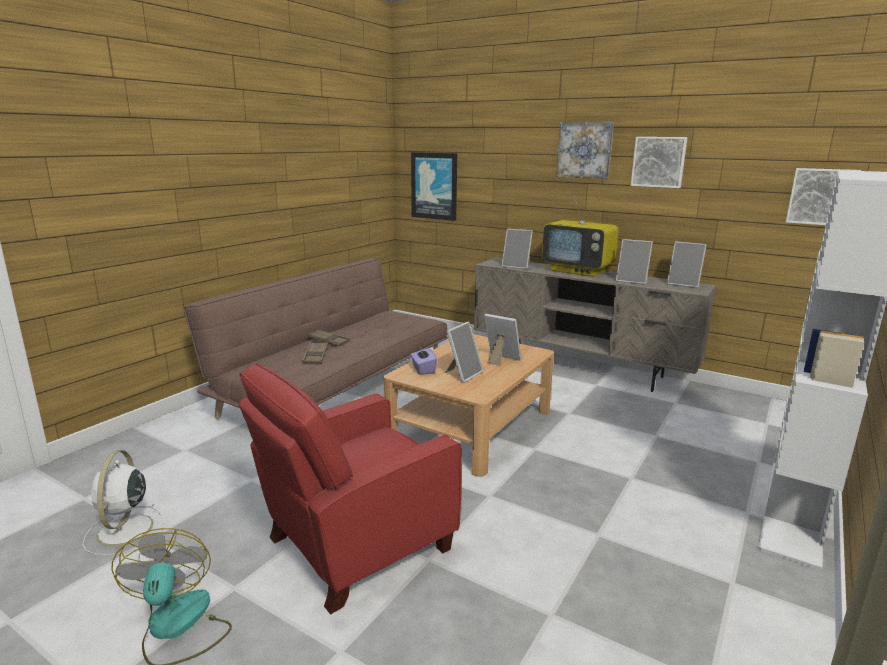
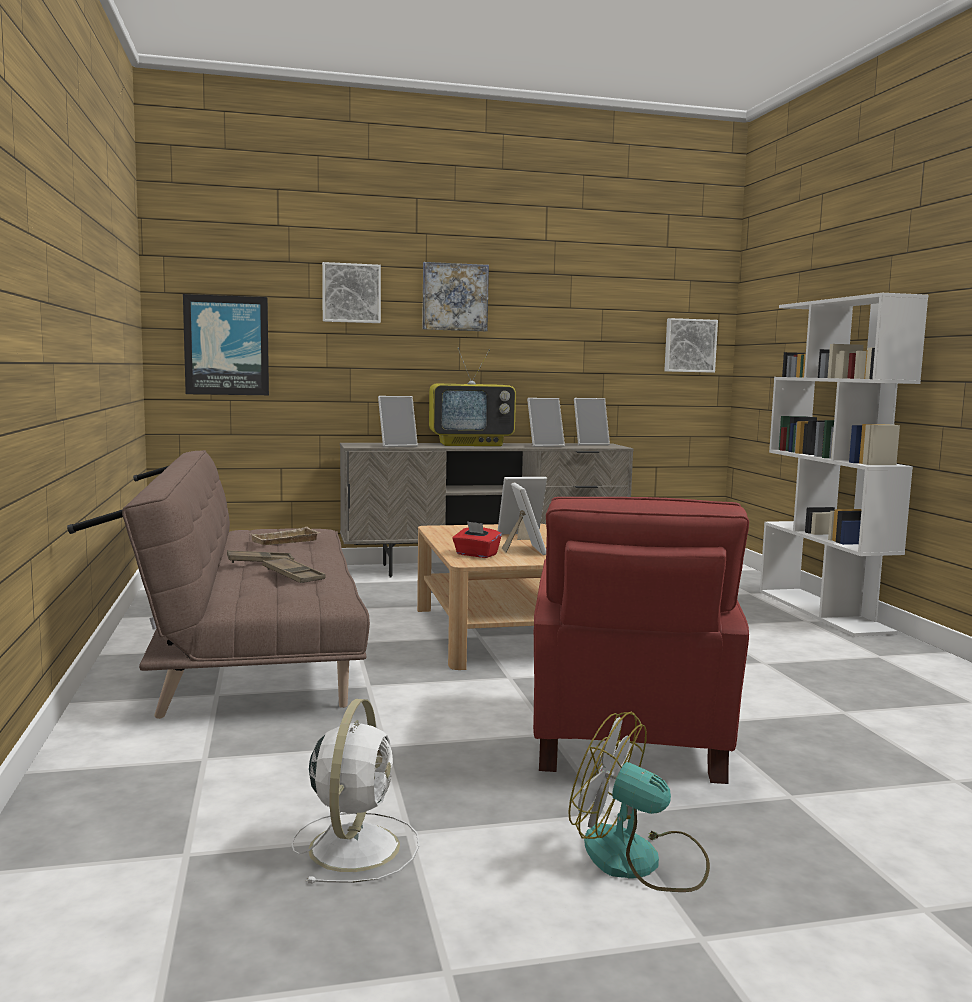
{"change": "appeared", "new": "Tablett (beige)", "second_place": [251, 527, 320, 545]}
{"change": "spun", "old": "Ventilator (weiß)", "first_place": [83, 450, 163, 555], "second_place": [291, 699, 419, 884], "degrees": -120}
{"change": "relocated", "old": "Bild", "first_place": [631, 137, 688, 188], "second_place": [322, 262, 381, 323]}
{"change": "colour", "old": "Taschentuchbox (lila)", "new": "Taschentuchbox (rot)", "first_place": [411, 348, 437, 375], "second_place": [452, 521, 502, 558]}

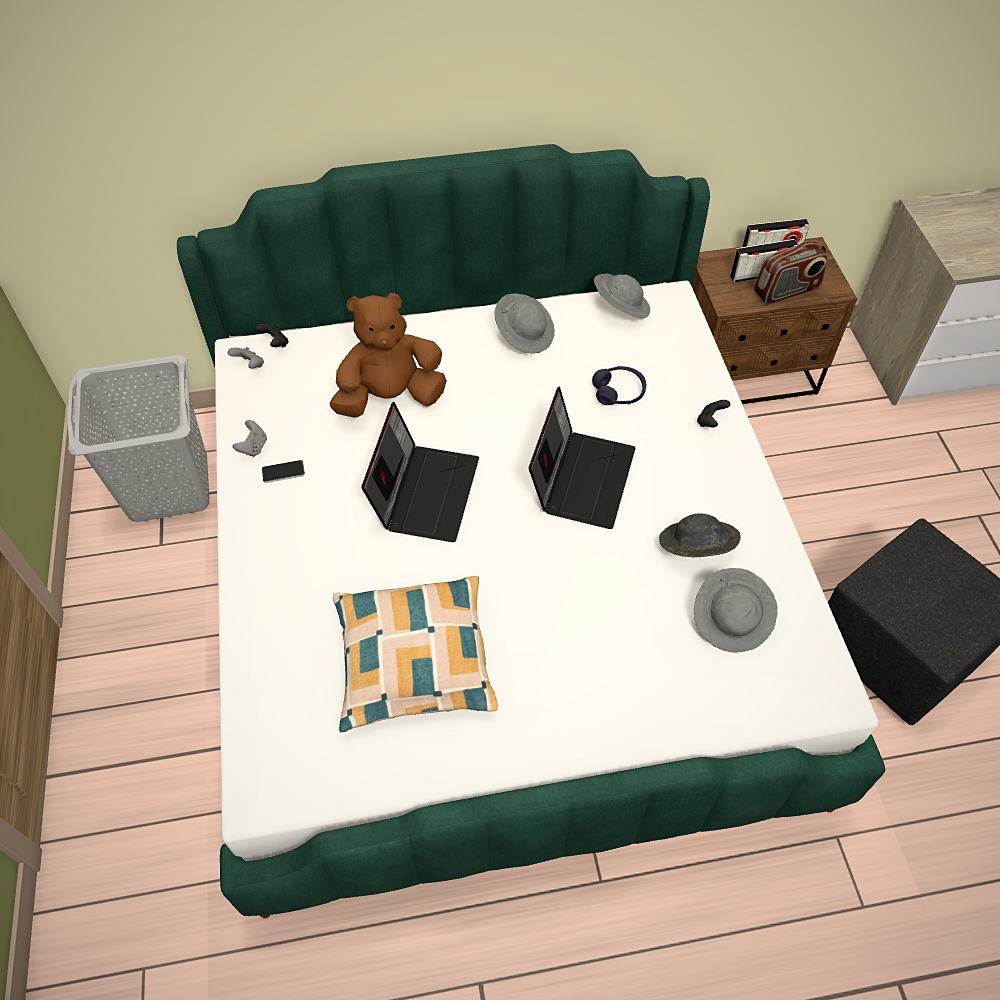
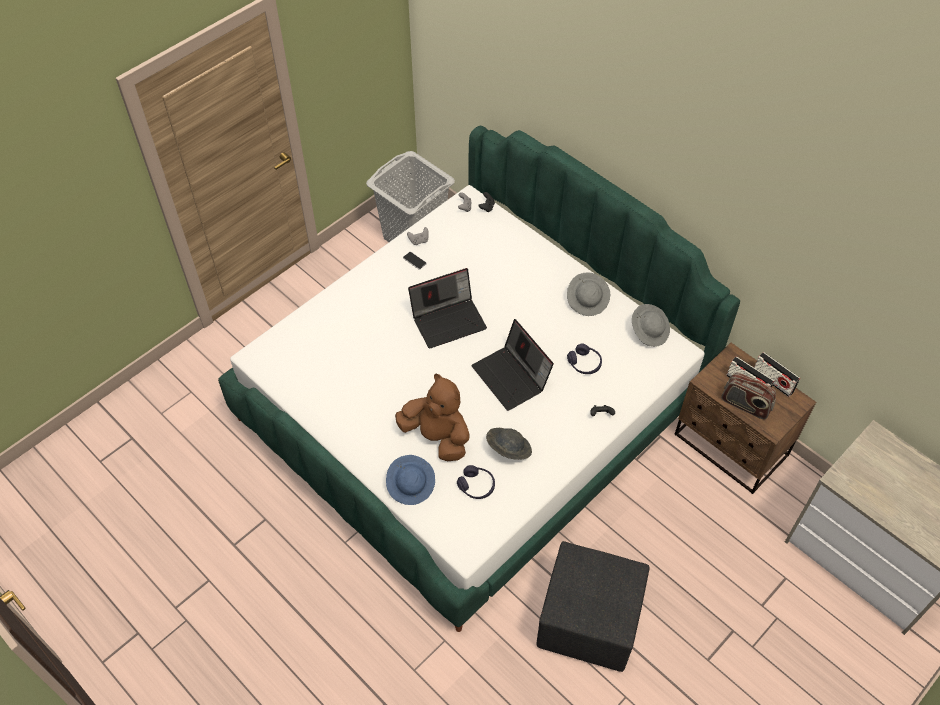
{"change": "appeared", "new": "Hut (blau)", "second_place": [386, 455, 435, 505]}
{"change": "relocated", "old": "Plüschtier (braun)", "first_place": [330, 293, 447, 418], "second_place": [395, 373, 470, 461]}
{"change": "exchanged", "old": "Hut (grau)", "new": "Kopfhörer (lila)", "first_place": [694, 568, 778, 653], "second_place": [457, 465, 495, 499]}
{"change": "spun", "old": "Laptop", "first_place": [529, 386, 635, 529], "second_place": [471, 319, 554, 411], "degrees": 75}
{"change": "missing", "old": "Kissen", "first_place": [333, 576, 498, 733]}

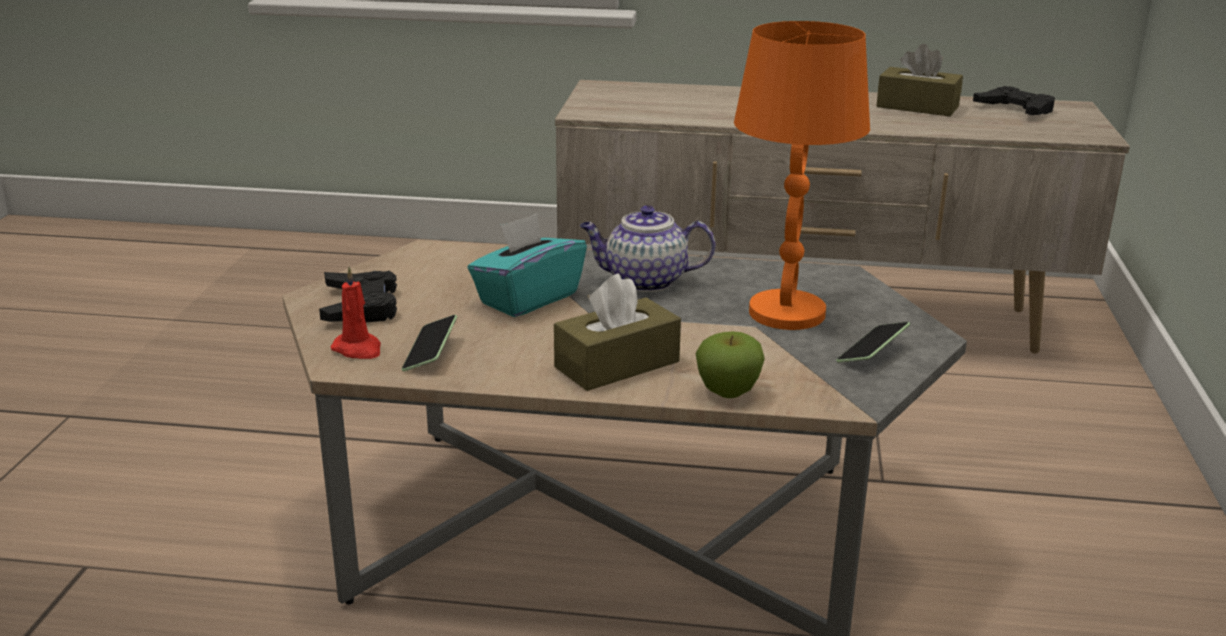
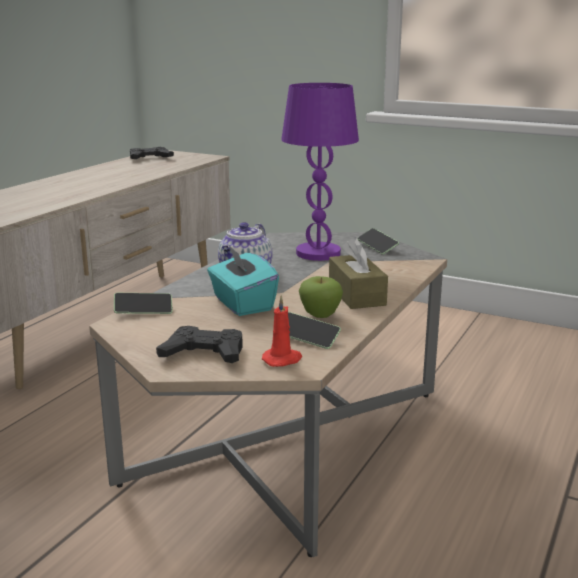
{"change": "appeared", "new": "Handy", "second_place": [114, 293, 173, 314]}
{"change": "colour", "old": "Tischlampe (orange)", "new": "Tischlampe (lila)", "first_place": [734, 21, 870, 330], "second_place": [281, 83, 359, 261]}
{"change": "relocated", "old": "Apfel", "first_place": [696, 331, 765, 398], "second_place": [299, 276, 343, 318]}
{"change": "missing", "old": "Taschentuchbox (braun)", "first_place": [876, 44, 963, 116]}

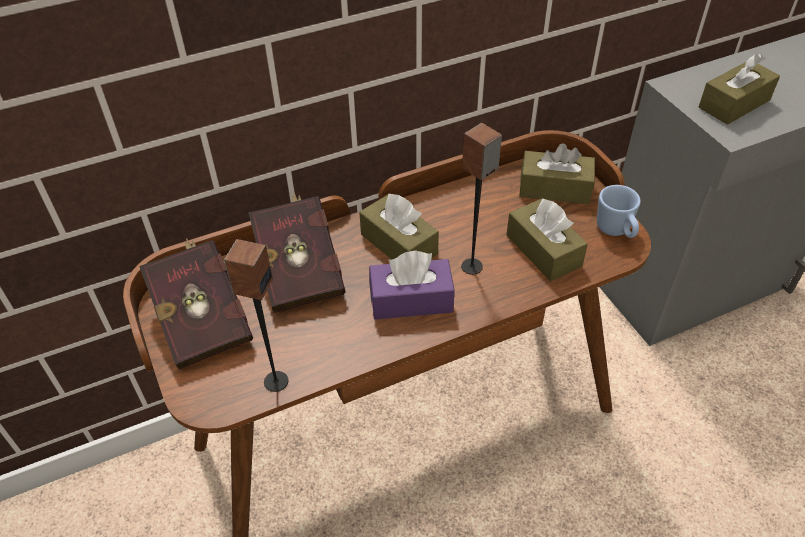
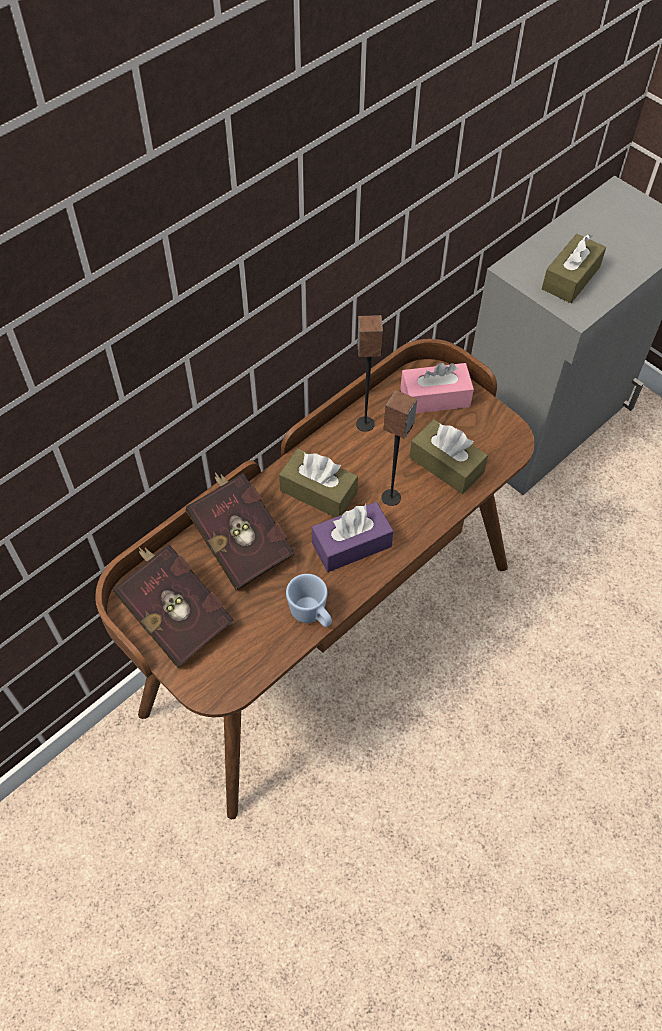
{"change": "relocated", "old": "Henkelbecher (blau)", "first_place": [597, 185, 641, 238], "second_place": [286, 574, 332, 627]}
{"change": "relocated", "old": "Lautsprecher", "first_place": [224, 239, 288, 392], "second_place": [356, 315, 383, 432]}
{"change": "colour", "old": "Taschentuchbox (braun)", "new": "Taschentuchbox (rosa)", "first_place": [519, 143, 595, 204], "second_place": [400, 362, 474, 413]}

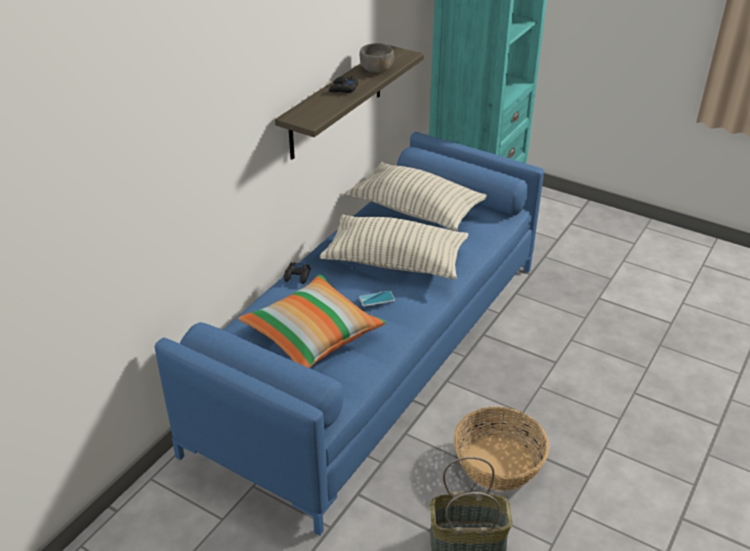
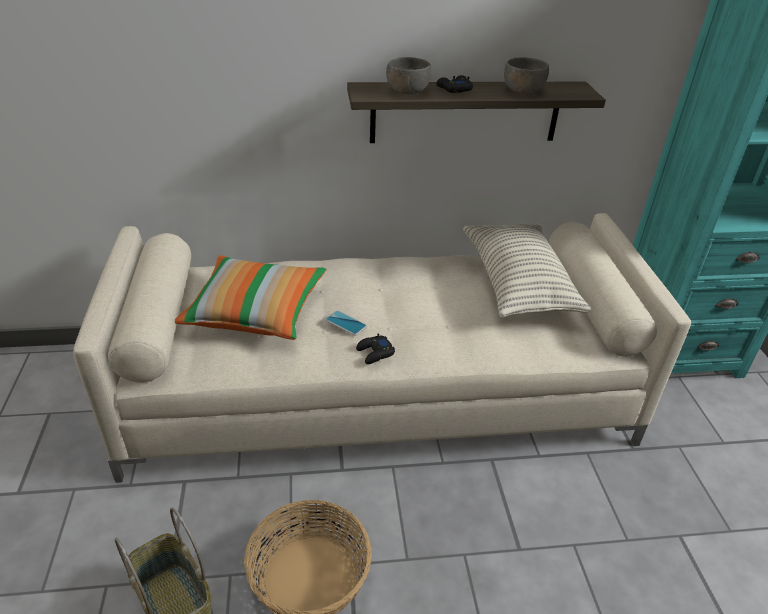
{"change": "colour", "old": "Sofa (blau)", "new": "Sofa (beige)", "first_place": [155, 132, 544, 536], "second_place": [73, 213, 691, 483]}
{"change": "relocated", "old": "Gamepad (schwarz)", "first_place": [284, 262, 310, 284], "second_place": [356, 333, 395, 364]}
{"change": "appeared", "new": "Schüssel (grau)", "second_place": [386, 57, 431, 94]}
{"change": "missing", "old": "Kissen", "first_place": [320, 215, 468, 280]}

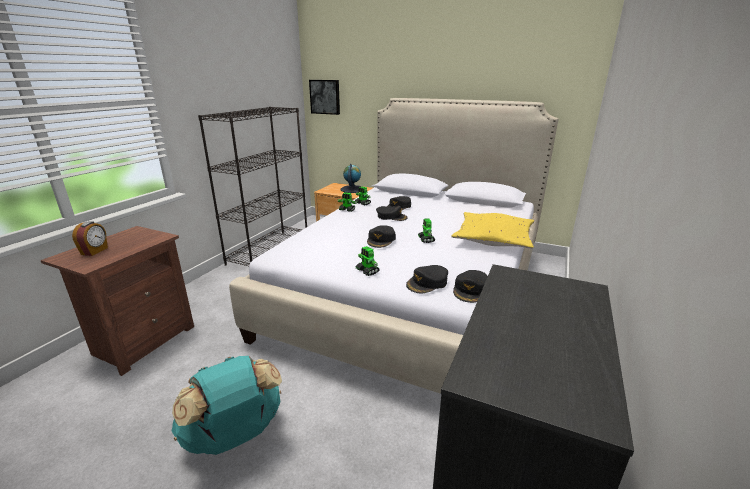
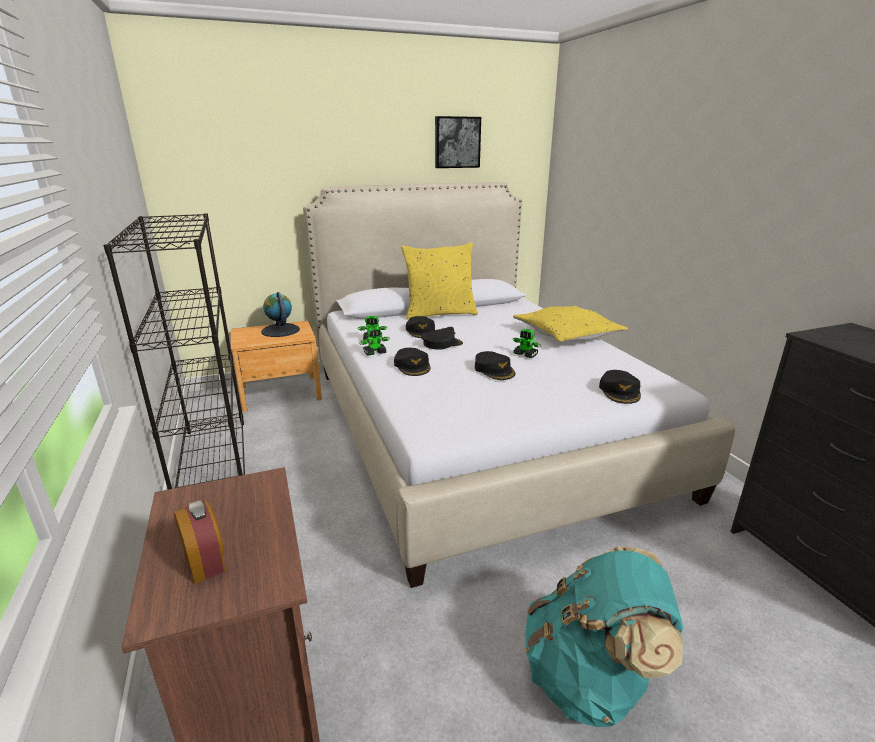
{"change": "relocated", "old": "Kappe (schwarz)", "first_place": [453, 270, 488, 303], "second_place": [394, 348, 430, 376]}
{"change": "appeared", "new": "Kissen (gelb)", "second_place": [401, 242, 478, 320]}
{"change": "relocated", "old": "Bild", "first_place": [309, 80, 340, 115], "second_place": [435, 116, 481, 168]}
{"change": "missing", "old": "Spielzeugroboter", "first_place": [356, 246, 380, 276]}

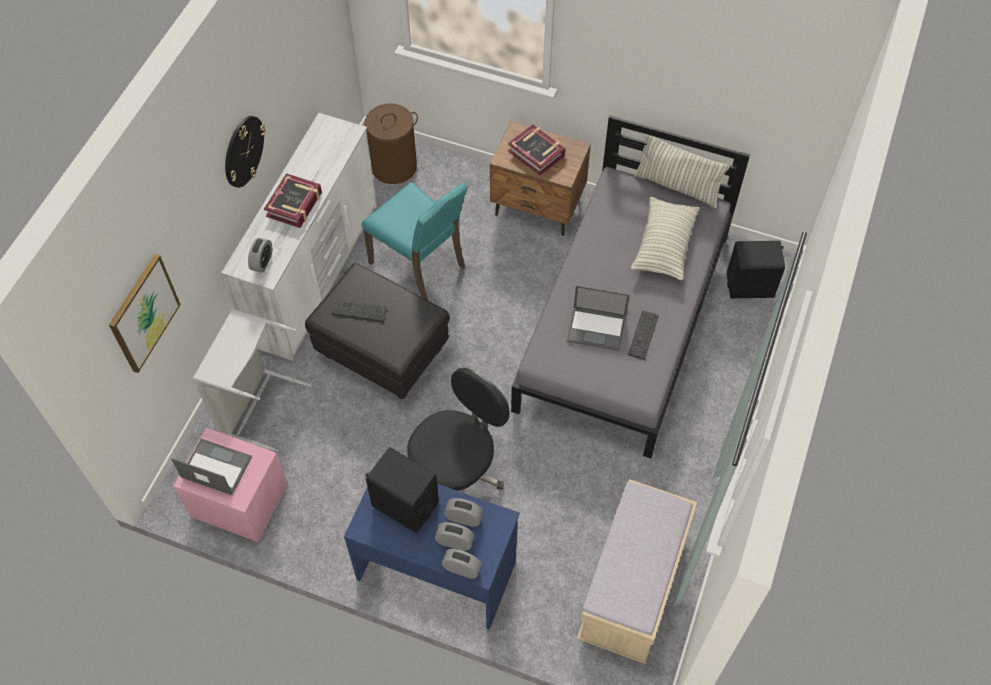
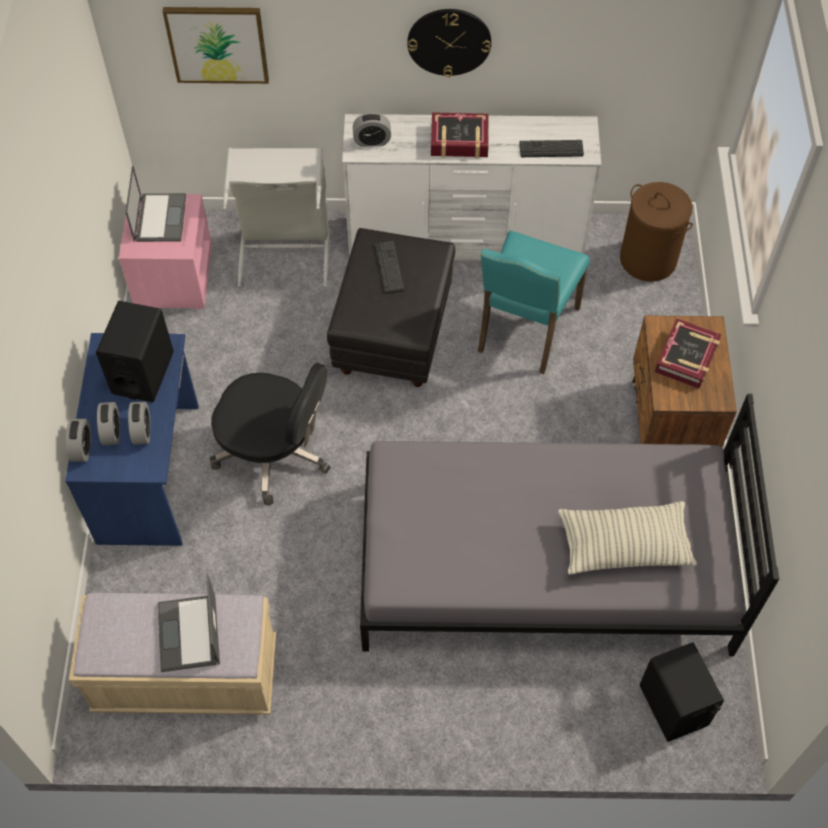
{"change": "relocated", "old": "Laptop", "first_place": [567, 285, 630, 351], "second_place": [158, 574, 220, 672]}
{"change": "relocated", "old": "Tastatur", "first_place": [628, 311, 659, 360], "second_place": [519, 140, 584, 157]}
{"change": "missing", "old": "Kissen", "first_place": [634, 134, 730, 208]}

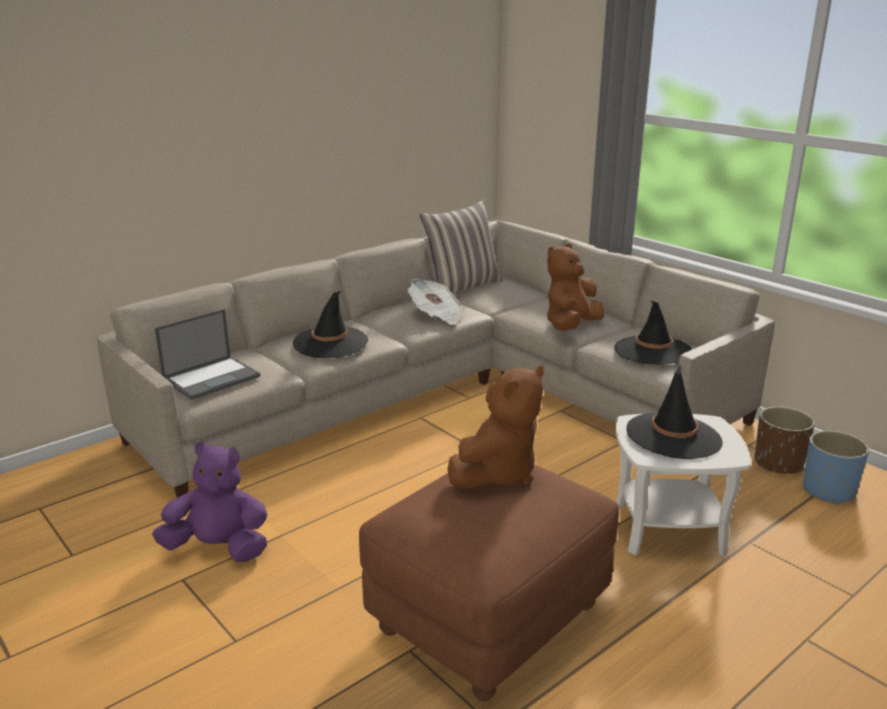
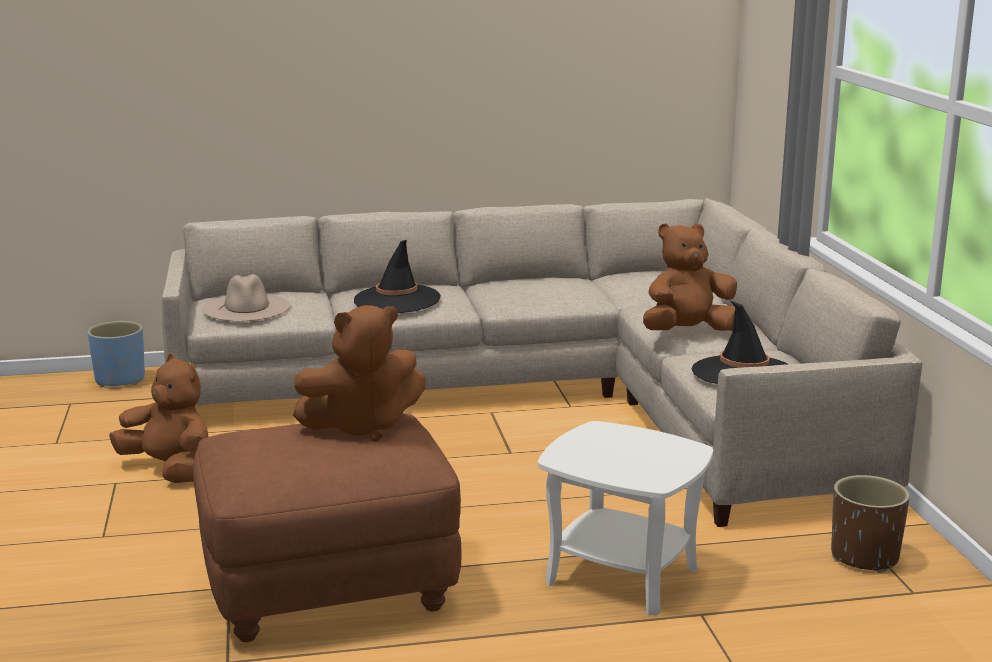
{"change": "relocated", "old": "Pflanzkübel (blau)", "first_place": [803, 431, 869, 505], "second_place": [87, 321, 145, 387]}
{"change": "colour", "old": "Plüschtier (lila)", "new": "Plüschtier (braun)", "first_place": [152, 441, 268, 562], "second_place": [109, 354, 208, 483]}
{"change": "exchanged", "old": "Laptop", "new": "Hut (beige)", "first_place": [155, 309, 260, 400], "second_place": [203, 274, 291, 322]}
{"change": "missing", "old": "Zeitung", "first_place": [408, 278, 465, 325]}
{"change": "missing", "old": "Kissen", "first_place": [420, 200, 503, 294]}
{"change": "missing", "old": "Hut (schwarz)", "first_place": [627, 366, 723, 459]}

